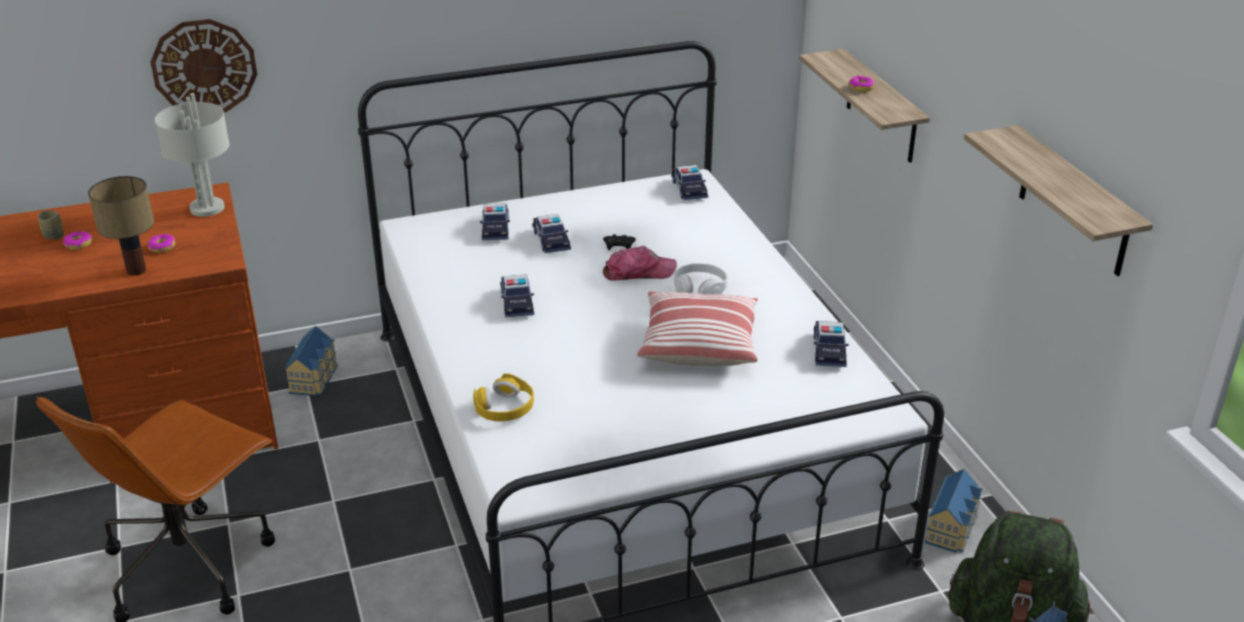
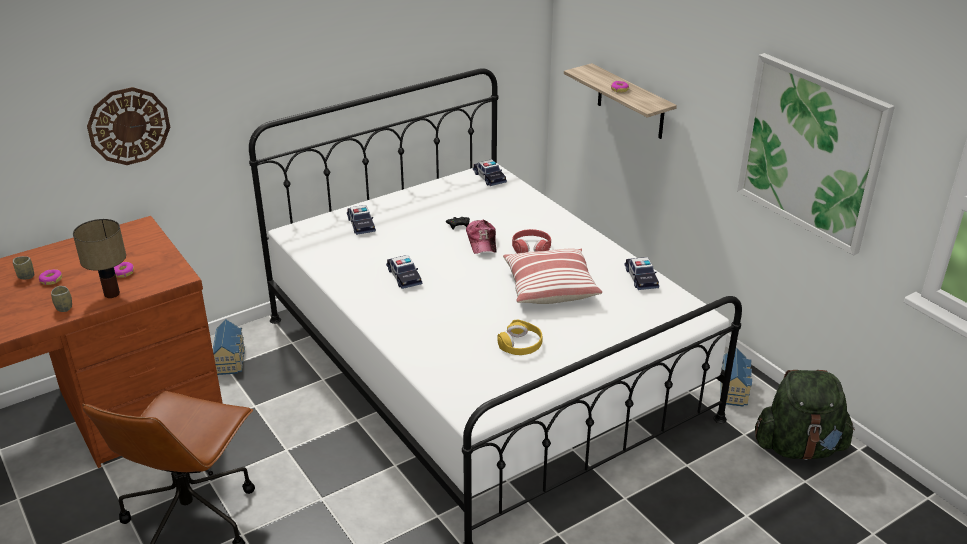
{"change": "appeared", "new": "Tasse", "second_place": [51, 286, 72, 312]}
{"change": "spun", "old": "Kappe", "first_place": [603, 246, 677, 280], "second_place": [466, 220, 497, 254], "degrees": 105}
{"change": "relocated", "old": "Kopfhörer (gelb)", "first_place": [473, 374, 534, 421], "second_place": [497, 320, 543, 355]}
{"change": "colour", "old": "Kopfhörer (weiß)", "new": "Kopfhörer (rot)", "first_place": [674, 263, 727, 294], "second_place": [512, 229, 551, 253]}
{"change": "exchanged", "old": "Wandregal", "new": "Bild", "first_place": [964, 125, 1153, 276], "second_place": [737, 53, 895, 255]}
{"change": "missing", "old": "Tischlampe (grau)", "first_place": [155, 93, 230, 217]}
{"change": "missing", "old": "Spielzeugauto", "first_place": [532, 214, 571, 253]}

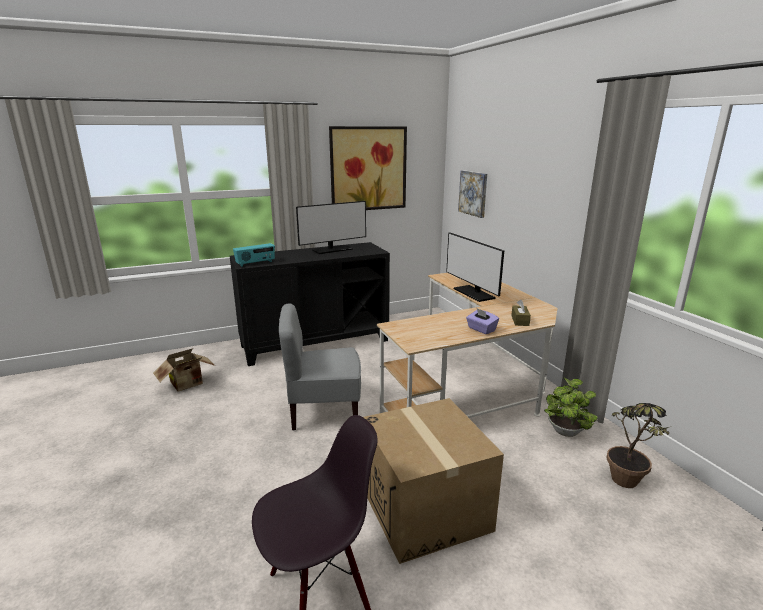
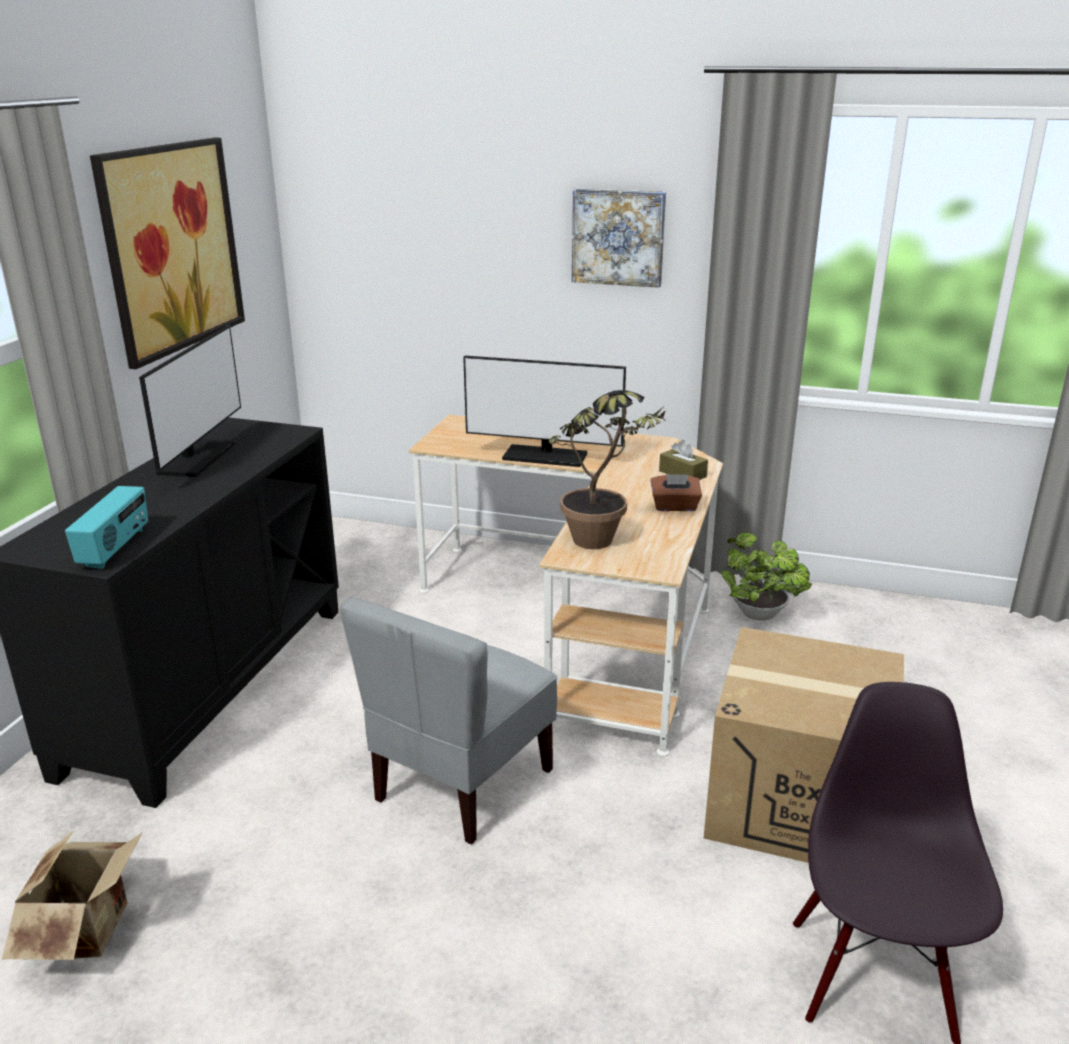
{"change": "relocated", "old": "Topfpflanze", "first_place": [606, 403, 669, 488], "second_place": [548, 390, 666, 549]}
{"change": "relocated", "old": "Bild", "first_place": [458, 170, 487, 218], "second_place": [572, 188, 666, 288]}
{"change": "colour", "old": "Taschentuchbox (lila)", "new": "Taschentuchbox (braun)", "first_place": [466, 308, 499, 334], "second_place": [650, 474, 702, 511]}

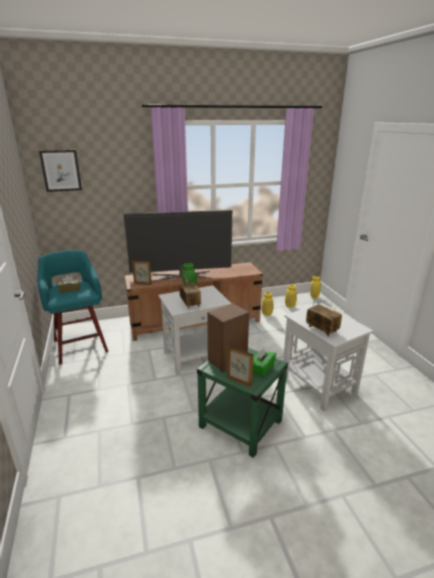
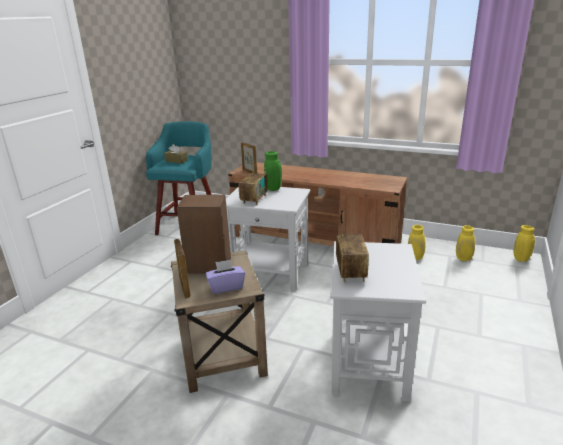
{"change": "colour", "old": "Beistelltisch (grün)", "new": "Beistelltisch (beige)", "first_place": [197, 348, 288, 458], "second_place": [171, 250, 268, 393]}
{"change": "colour", "old": "Taschentuchbox (grün)", "new": "Taschentuchbox (lila)", "first_place": [253, 348, 276, 376], "second_place": [206, 260, 245, 294]}
{"change": "missing", "old": "Bild", "first_place": [39, 150, 82, 192]}
{"change": "missing", "old": "Fernseher", "first_place": [123, 210, 232, 282]}

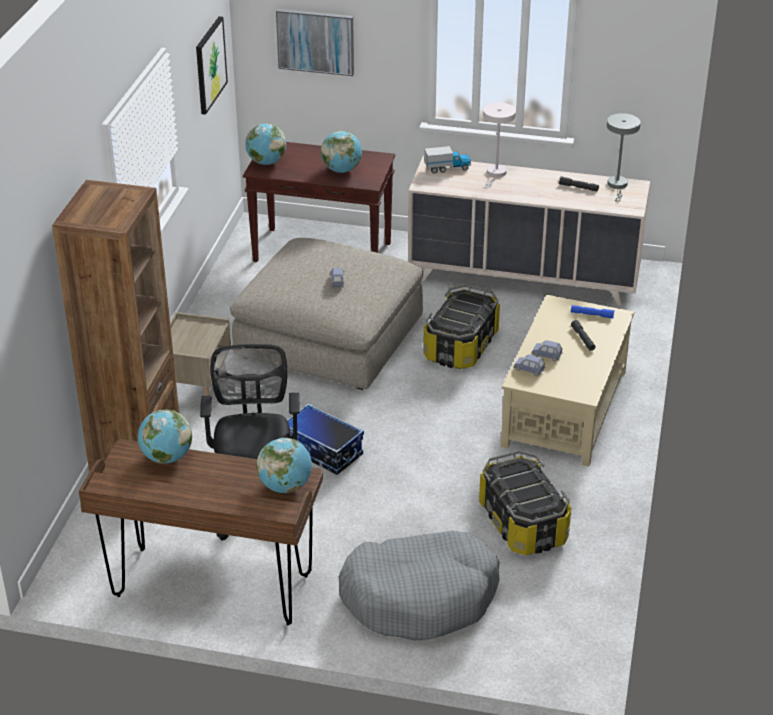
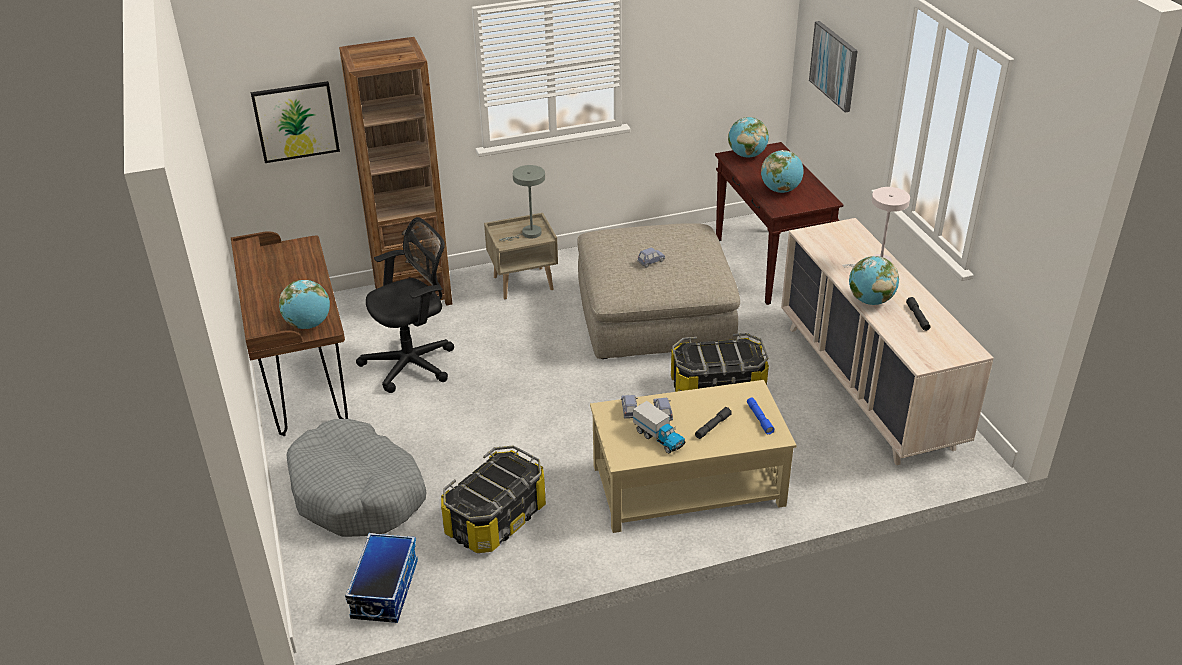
{"change": "relocated", "old": "Bild", "first_place": [196, 16, 228, 115], "second_place": [251, 81, 340, 163]}
{"change": "relocated", "old": "Aufbewahrungsbox", "first_place": [287, 403, 364, 475], "second_place": [345, 533, 418, 623]}
{"change": "relocated", "old": "Tischlampe (grau)", "first_place": [607, 113, 641, 202], "second_place": [499, 165, 545, 241]}
{"change": "relocated", "old": "Spielzeuglaster", "first_place": [424, 146, 471, 174], "second_place": [633, 401, 685, 454]}
{"change": "relocated", "old": "Globus", "first_place": [138, 409, 192, 464], "second_place": [849, 256, 899, 305]}

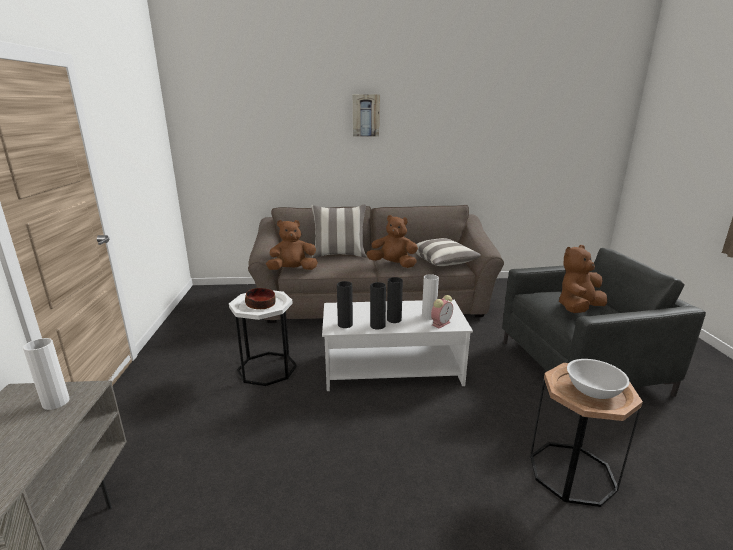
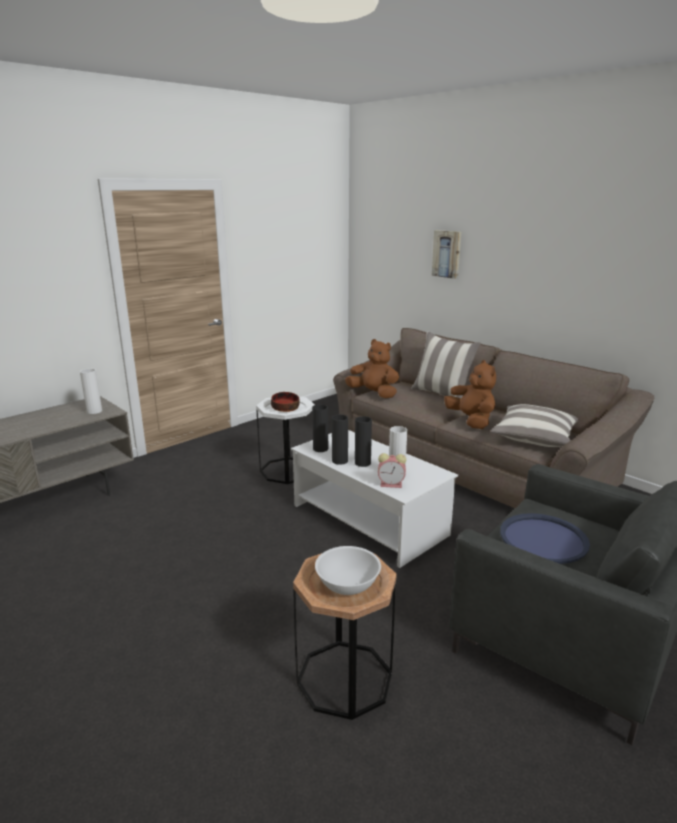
{"change": "relocated", "old": "Bild", "first_place": [353, 94, 379, 137], "second_place": [432, 230, 461, 279]}
{"change": "exchanged", "old": "Plüschtier (braun)", "new": "Tablett (blau)", "first_place": [559, 245, 607, 313], "second_place": [500, 513, 590, 564]}

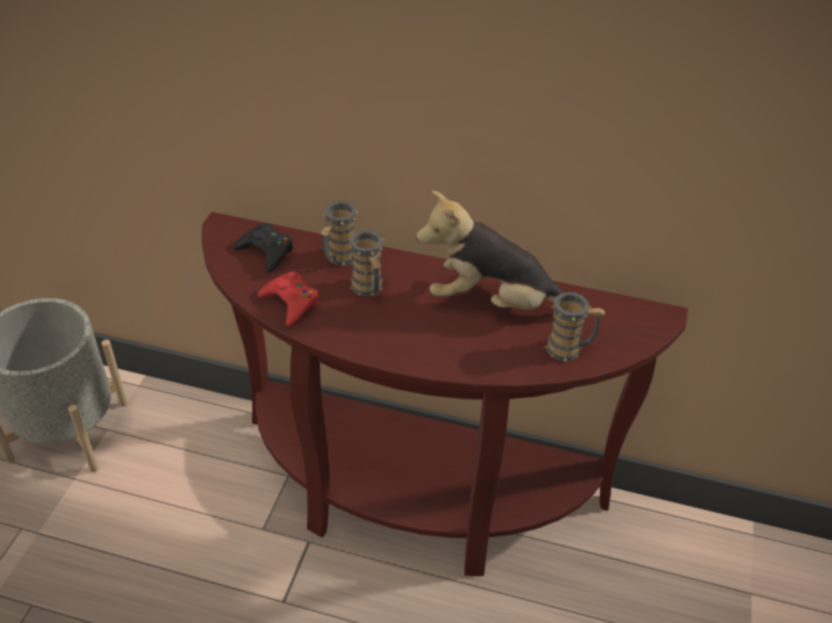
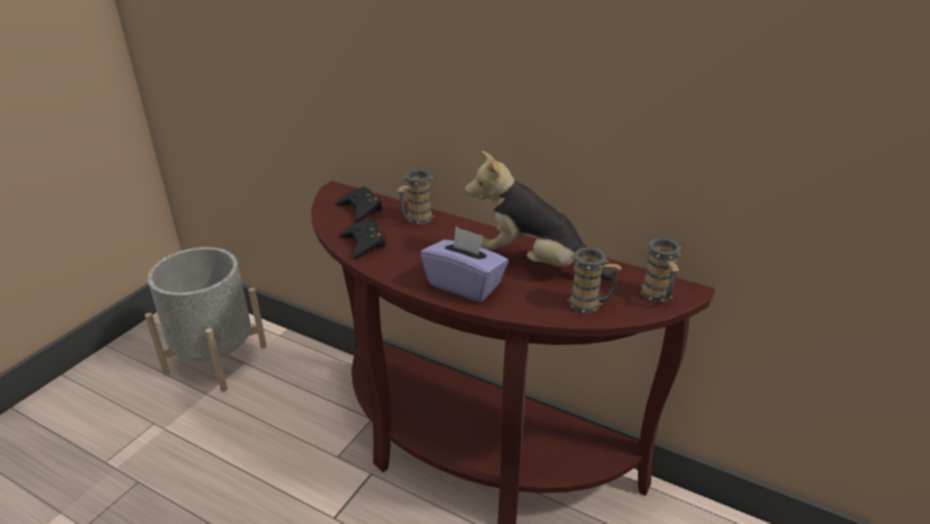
{"change": "colour", "old": "Gamepad (rot)", "new": "Gamepad (schwarz)", "first_place": [257, 272, 319, 326], "second_place": [339, 219, 386, 259]}
{"change": "appeared", "new": "Taschentuchbox (lila)", "second_place": [420, 227, 508, 302]}
{"change": "relocated", "old": "Henkelbecher", "first_place": [349, 230, 384, 297], "second_place": [640, 238, 682, 302]}

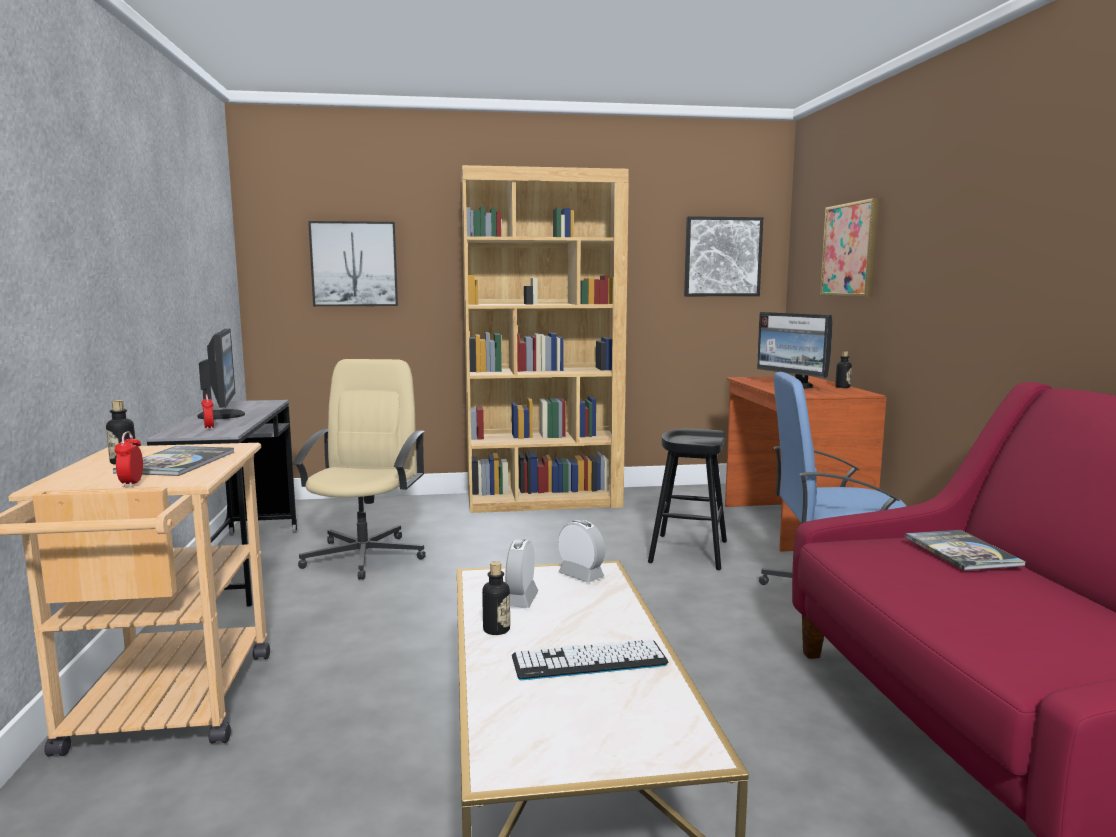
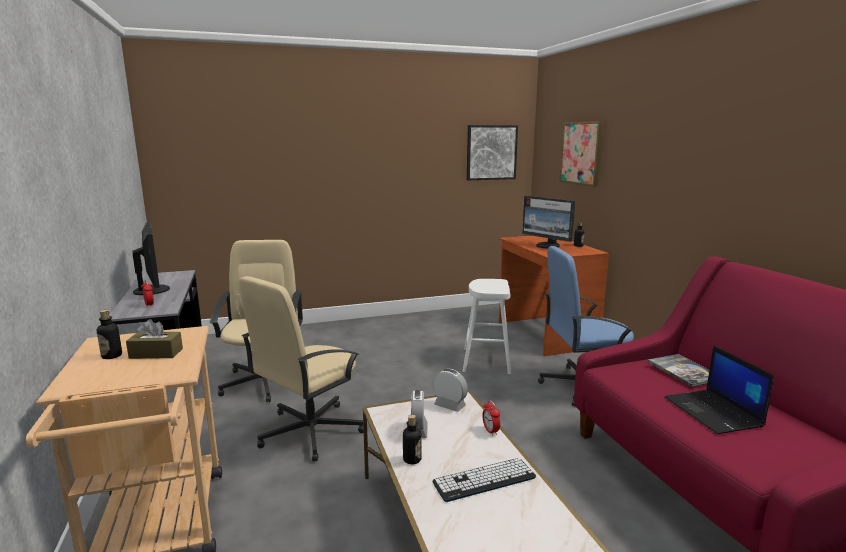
{"change": "exchanged", "old": "Buch", "new": "Taschentuchbox (braun)", "first_place": [113, 446, 234, 476], "second_place": [126, 319, 183, 359]}
{"change": "appeared", "new": "Bürostuhl (beige)", "second_place": [239, 276, 363, 461]}
{"change": "colour", "old": "Hocker (schwarz)", "new": "Hocker (weiß)", "first_place": [648, 429, 727, 570], "second_place": [463, 279, 511, 374]}
{"change": "relocated", "old": "Wecker", "first_place": [115, 431, 143, 487], "second_place": [483, 400, 500, 436]}
{"change": "appeared", "new": "Laptop", "second_place": [665, 345, 774, 434]}
{"change": "missing", "old": "Bild", "first_place": [308, 221, 398, 306]}
{"change": "missing", "old": "Bücherregal (braun)", "first_place": [461, 165, 629, 513]}

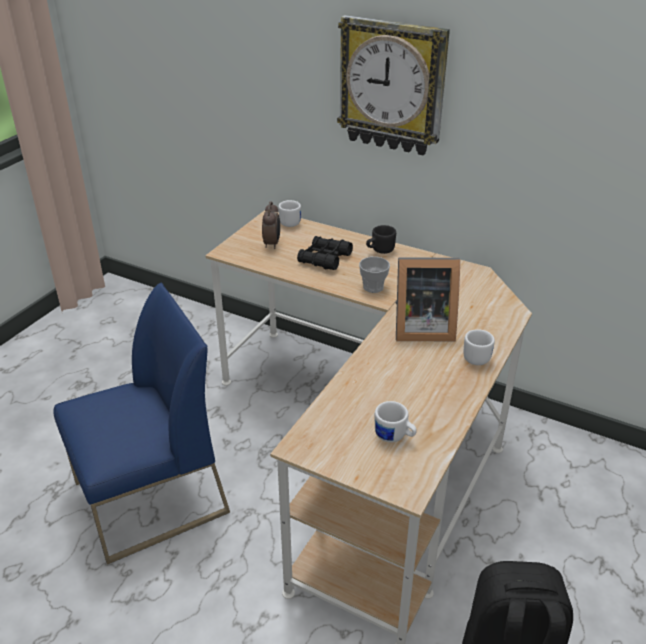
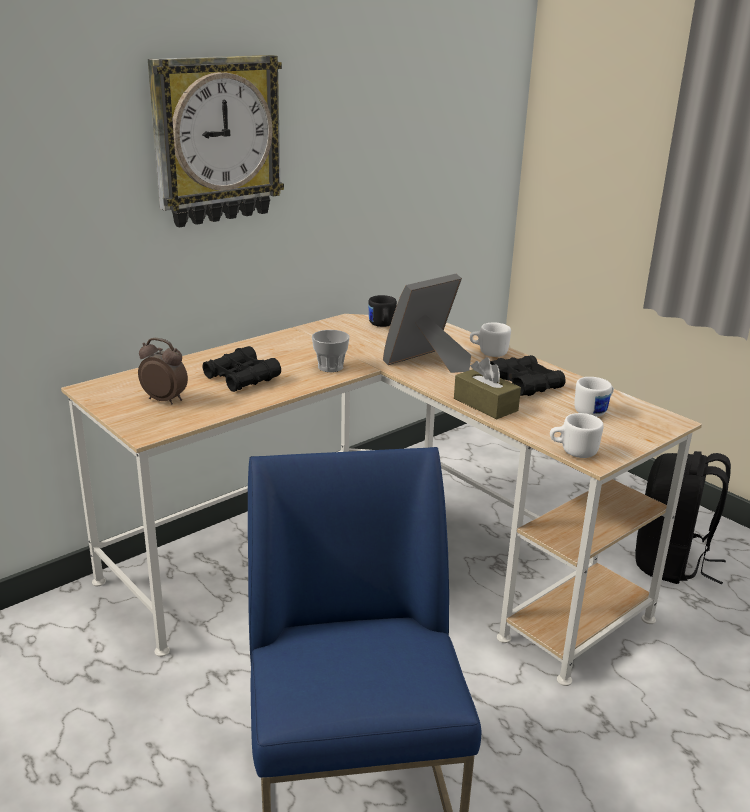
{"change": "relocated", "old": "Henkelbecher (schwarz)", "first_place": [366, 225, 396, 254], "second_place": [368, 295, 397, 327]}
{"change": "spun", "old": "Bilderrahmen", "first_place": [395, 257, 460, 341], "second_place": [383, 274, 471, 373], "degrees": -150}
{"change": "appeared", "new": "Taschentuchbox (braun)", "second_place": [454, 357, 521, 420]}
{"change": "appeared", "new": "Fernglas (schwarz)", "second_place": [490, 355, 566, 396]}
{"change": "relocated", "old": "Henkelbecher (weiß)", "first_place": [278, 200, 301, 227], "second_place": [550, 413, 604, 458]}

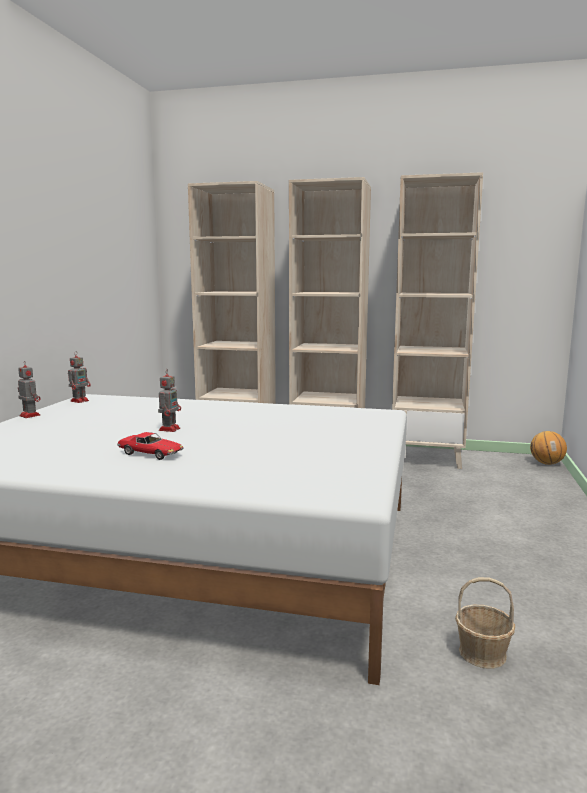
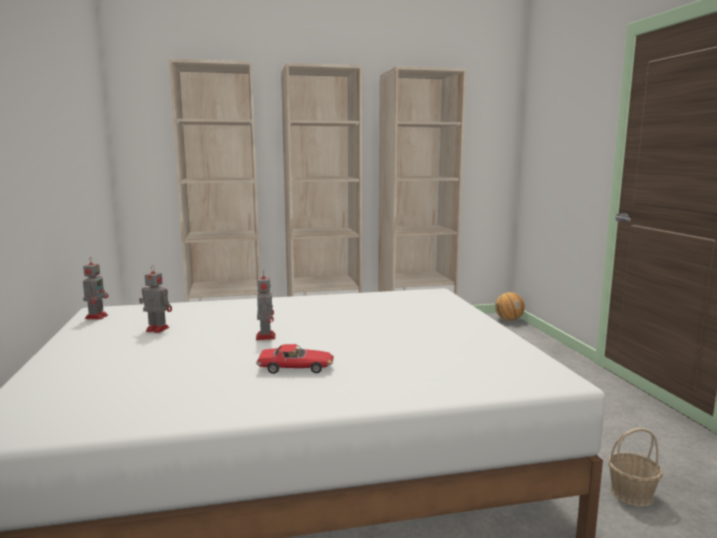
{"change": "relocated", "old": "Spielzeugroboter", "first_place": [18, 360, 41, 418], "second_place": [139, 265, 172, 333]}

